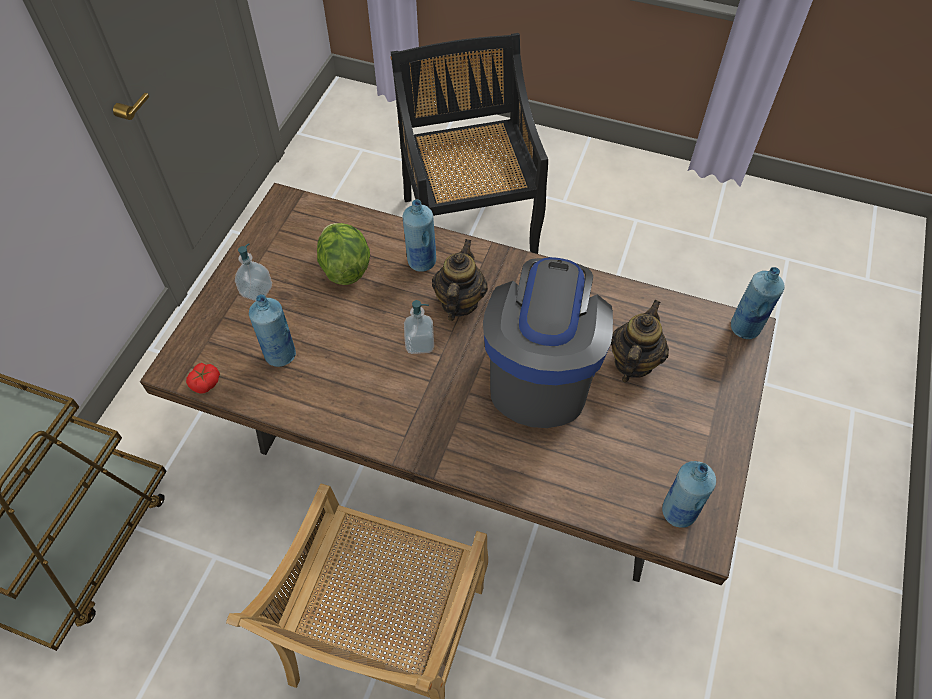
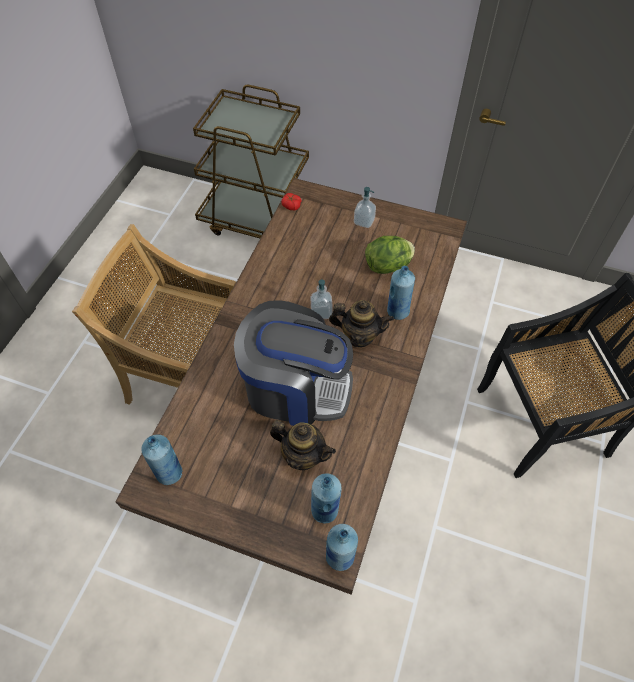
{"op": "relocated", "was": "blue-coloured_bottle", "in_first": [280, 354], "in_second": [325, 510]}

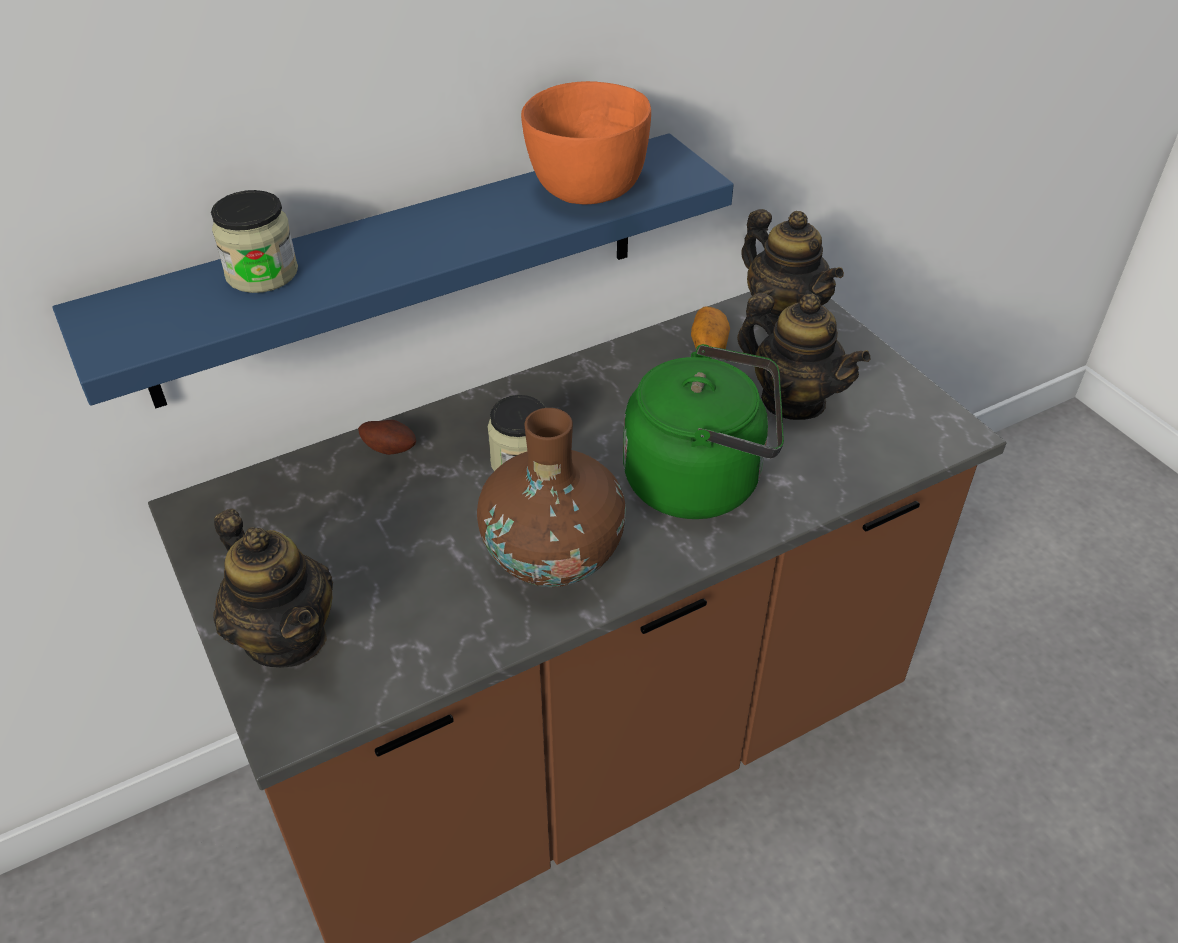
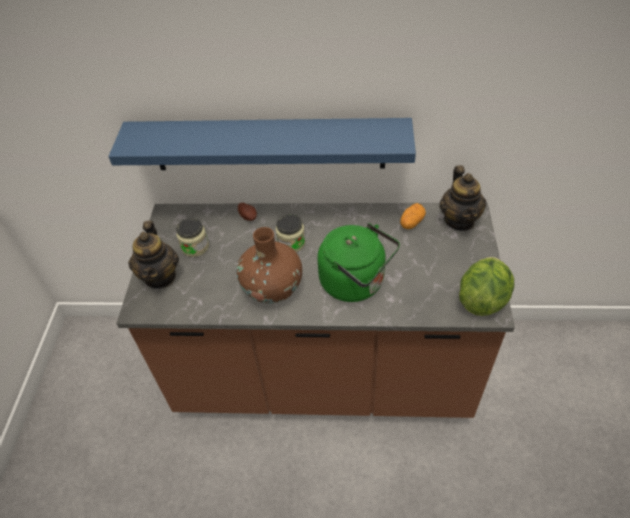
{"op": "relocated", "was": "jar", "in_first": [262, 273], "in_second": [195, 247]}
{"op": "missing", "was": "orange_bowl", "in_first": [585, 188]}
{"op": "missing", "was": "pot_for_tea", "in_first": [793, 400]}
{"op": "appeared", "now": "head_of_lettuce", "in_second": [482, 298]}

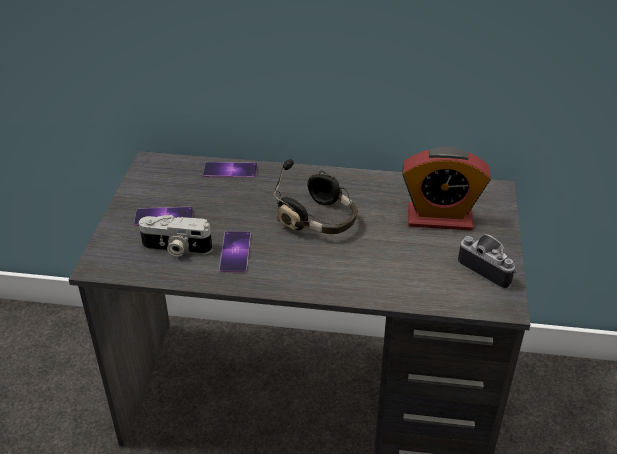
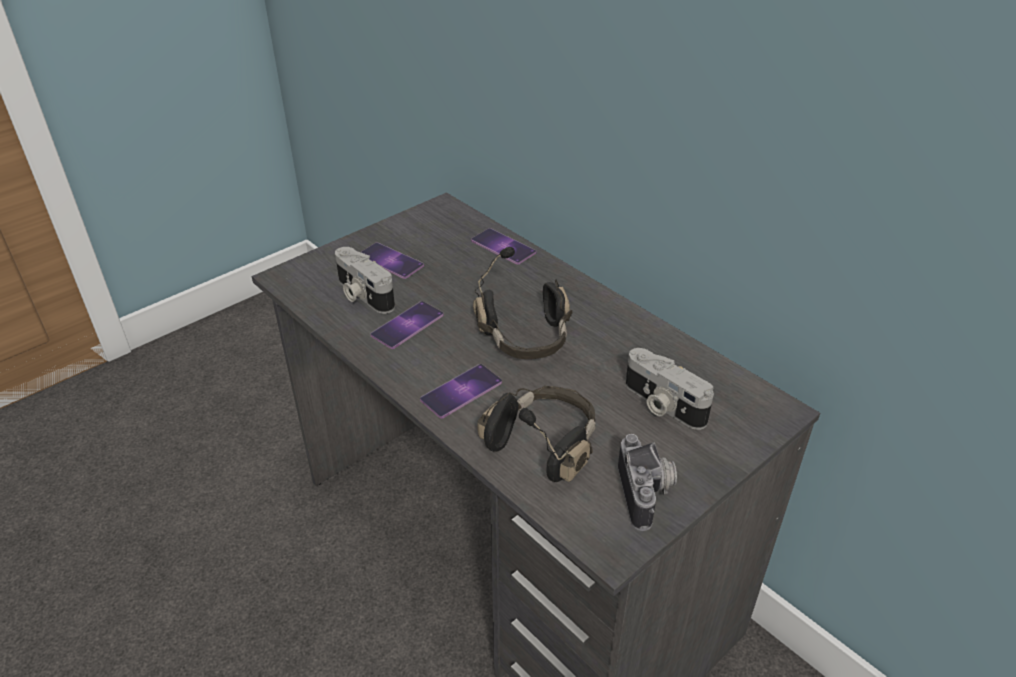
{"op": "exchanged", "was": "alarm_clock", "now": "still_camera", "in_first": [439, 218], "in_second": [662, 405]}
{"op": "appeared", "now": "phone", "in_second": [461, 391]}
{"op": "appeared", "now": "black-coloured_headset", "in_second": [544, 444]}

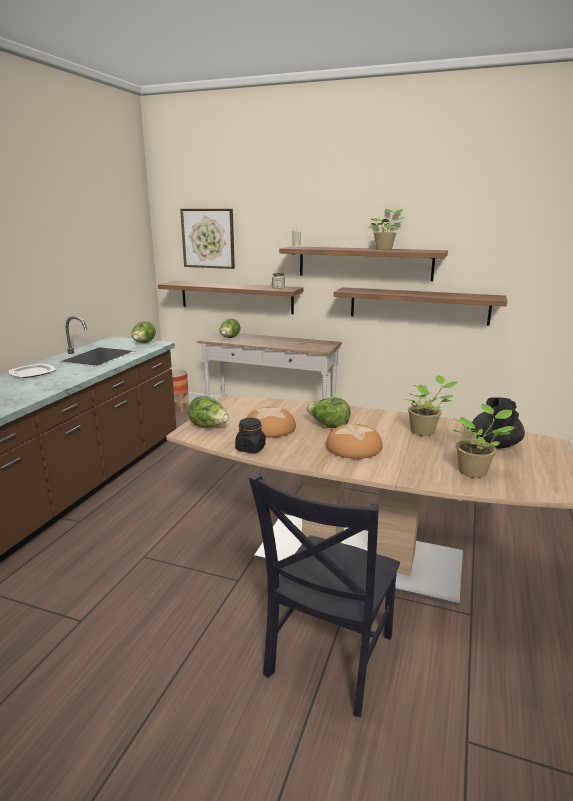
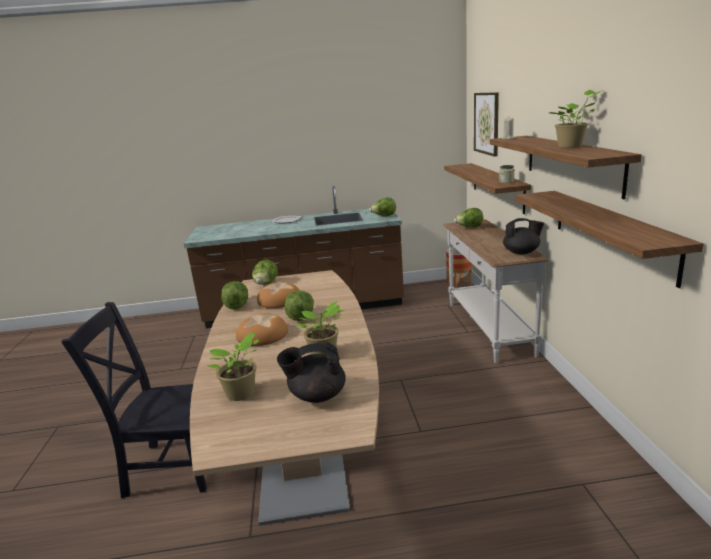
{"op": "exchanged", "was": "black-coloured_jar", "now": "head_of_lettuce", "in_first": [250, 448], "in_second": [237, 305]}
{"op": "appeared", "now": "black-coloured_pot_for_tea", "in_second": [522, 252]}

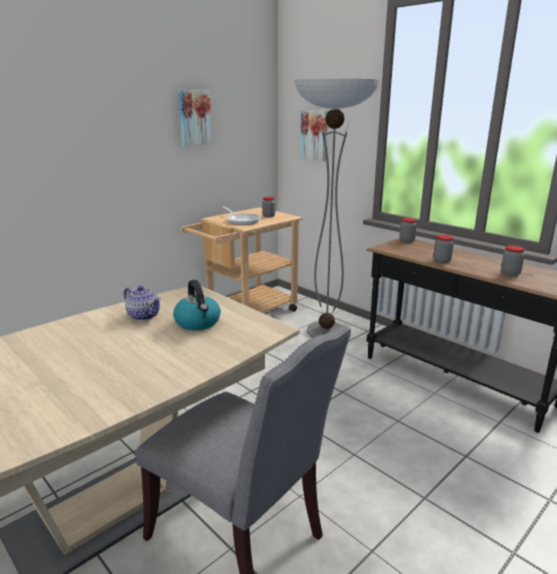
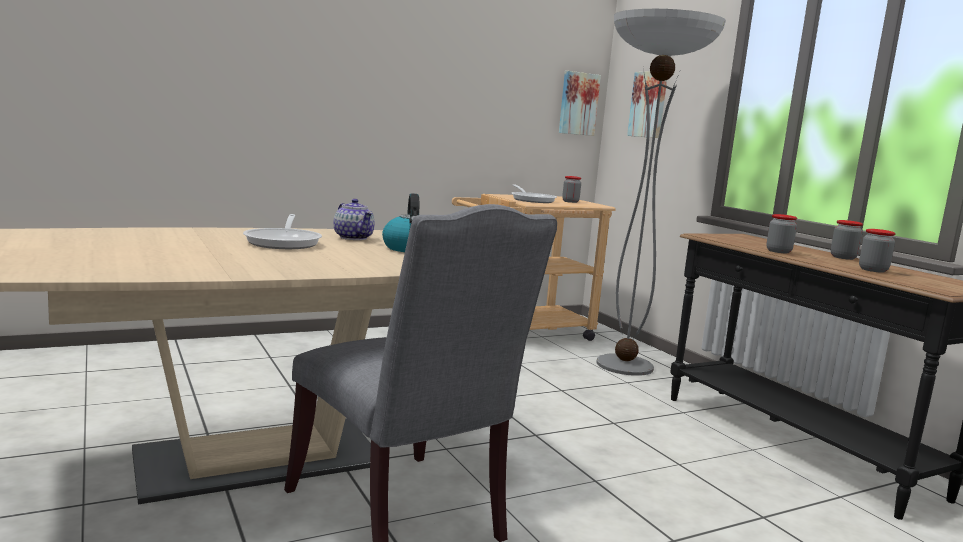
{"op": "relocated", "was": "picture", "in_first": [194, 117], "in_second": [578, 103]}
{"op": "relocated", "was": "jar", "in_first": [406, 241], "in_second": [843, 257]}
{"op": "appeared", "now": "pan", "in_second": [284, 242]}

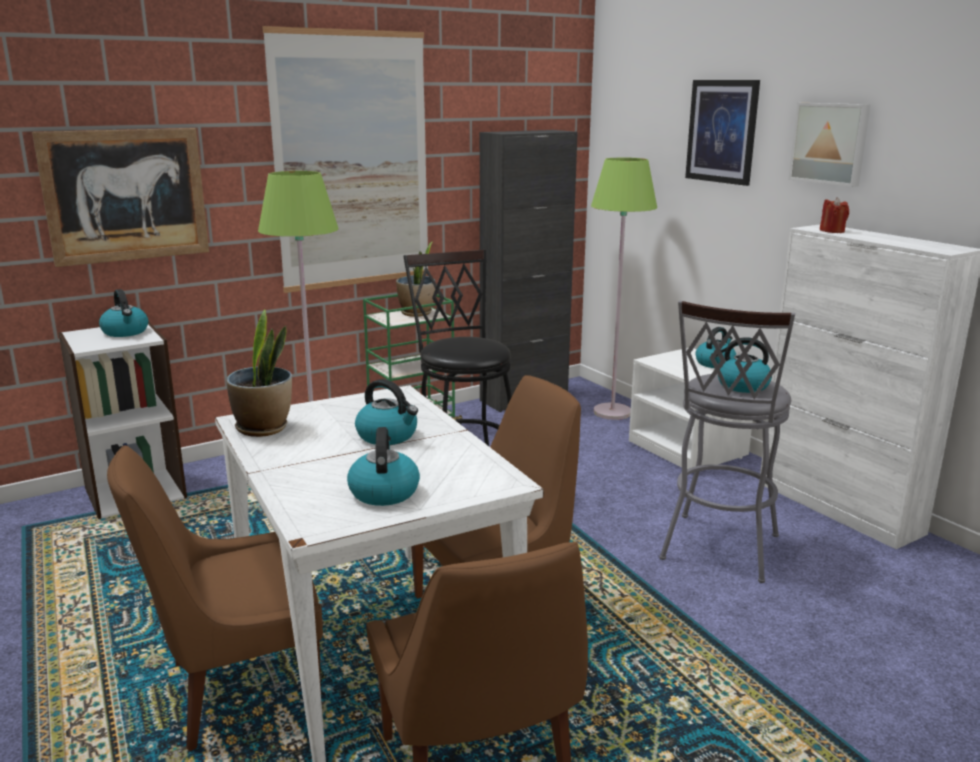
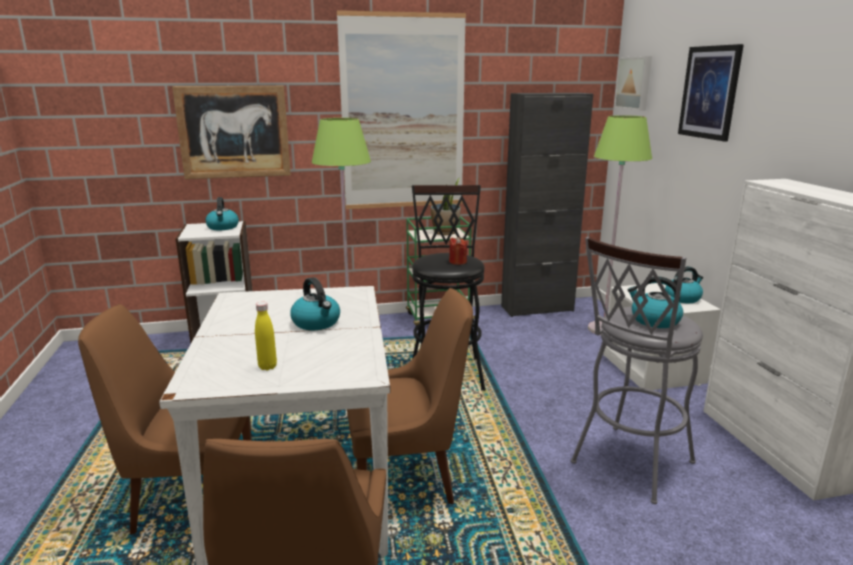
{"op": "missing", "was": "plant_in_a_pot", "in_first": [263, 428]}
{"op": "exchanged", "was": "kettle", "now": "yellow_bottle", "in_first": [383, 492], "in_second": [267, 367]}
{"op": "relocated", "was": "picture", "in_first": [830, 143], "in_second": [634, 83]}
{"op": "relocated", "was": "reddish_candle", "in_first": [832, 231], "in_second": [457, 262]}

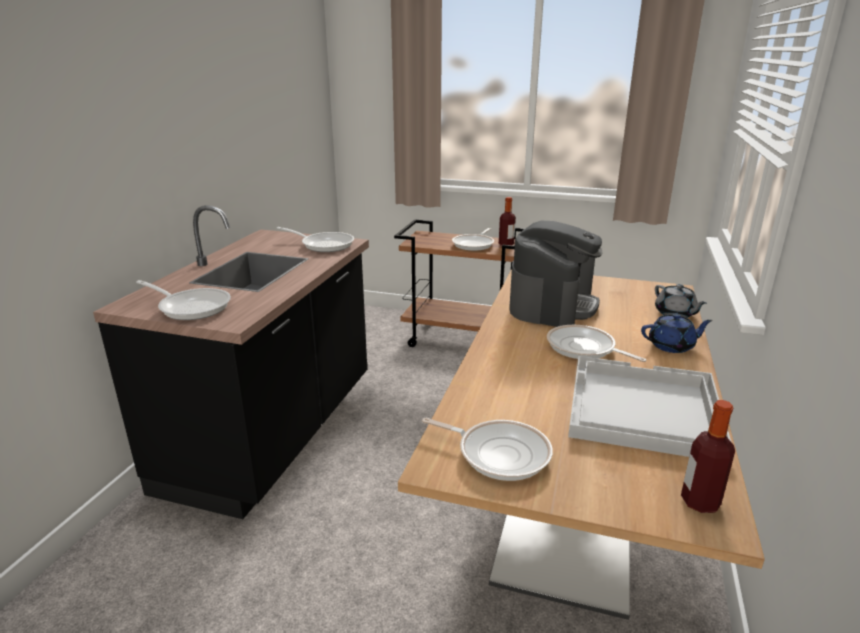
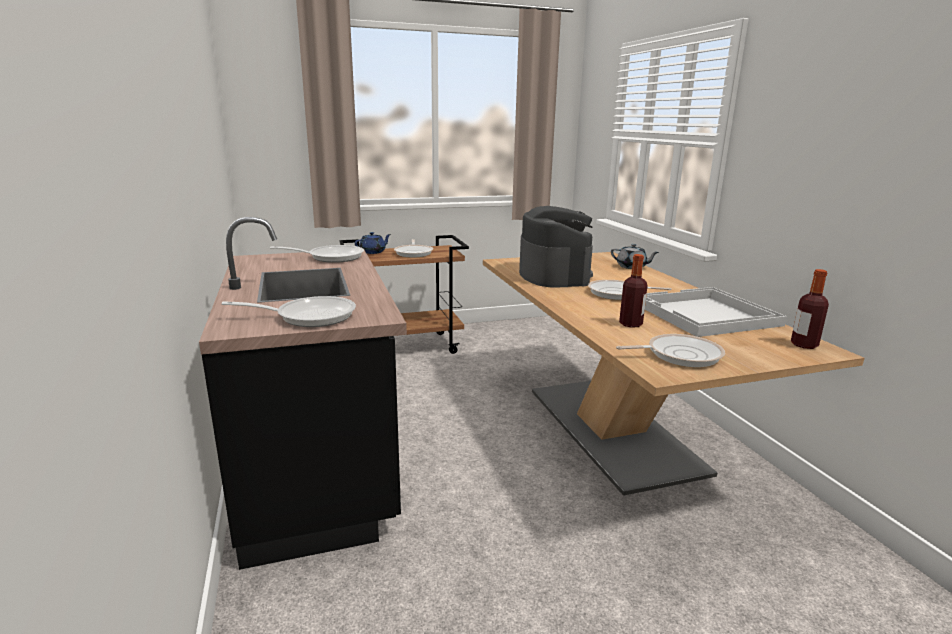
{"op": "relocated", "was": "bottle", "in_first": [506, 245], "in_second": [630, 324]}
{"op": "relocated", "was": "blue-coloured_pot_for_tea", "in_first": [672, 346], "in_second": [373, 252]}

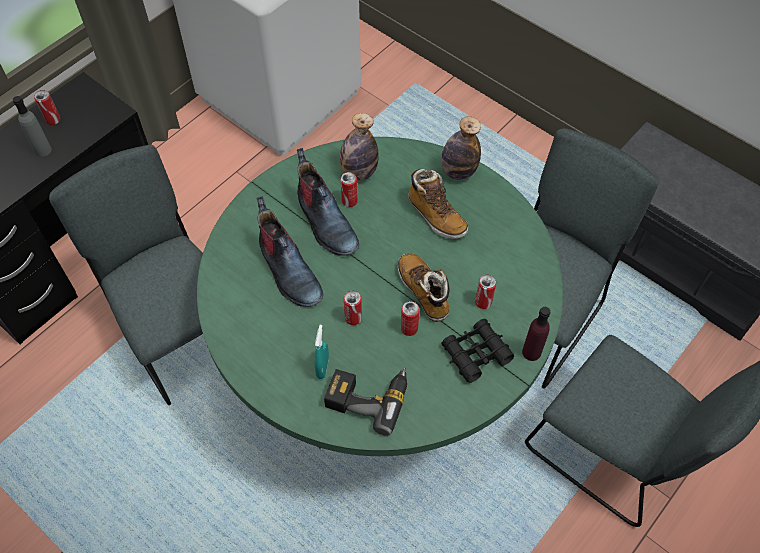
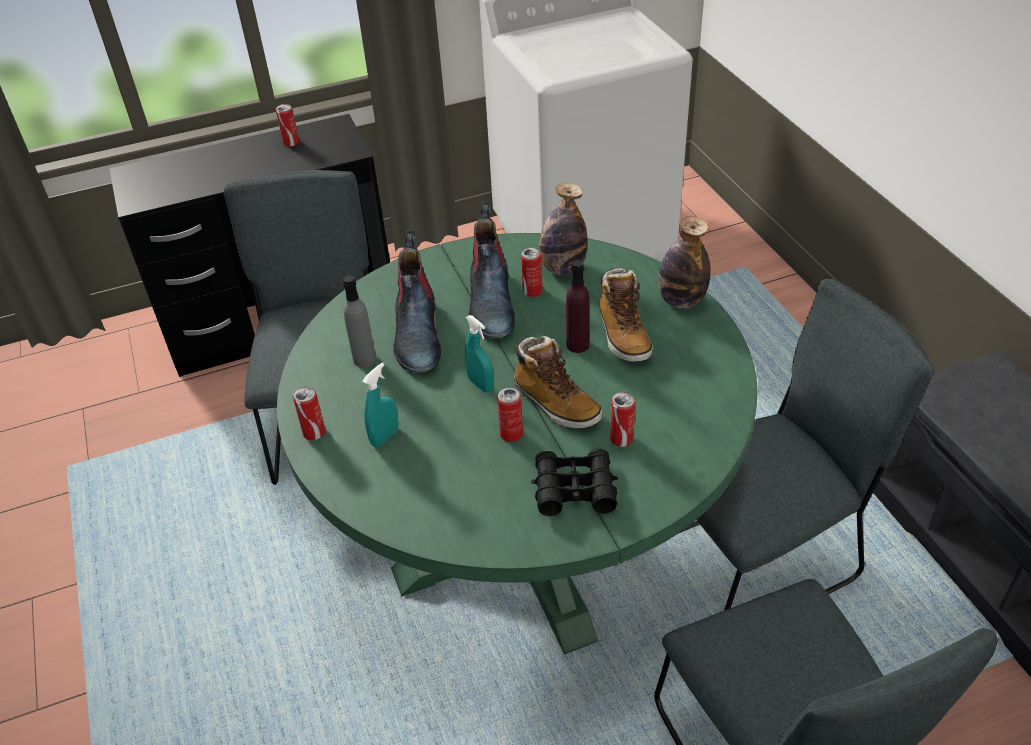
{"op": "relocated", "was": "greyish_bottle", "in_first": [43, 150], "in_second": [364, 359]}
{"op": "missing", "was": "power_drill", "in_first": [368, 396]}
{"op": "relocated", "was": "sealed_can", "in_first": [353, 318], "in_second": [314, 433]}
{"op": "spun", "was": "tall_boot", "in_first": [423, 291], "in_second": [555, 403], "clockwise": 135}
{"op": "relocated", "was": "purplish_bottle", "in_first": [531, 352], "in_second": [577, 345]}
{"op": "appeared", "now": "blue-green_sprayer", "in_second": [480, 384]}

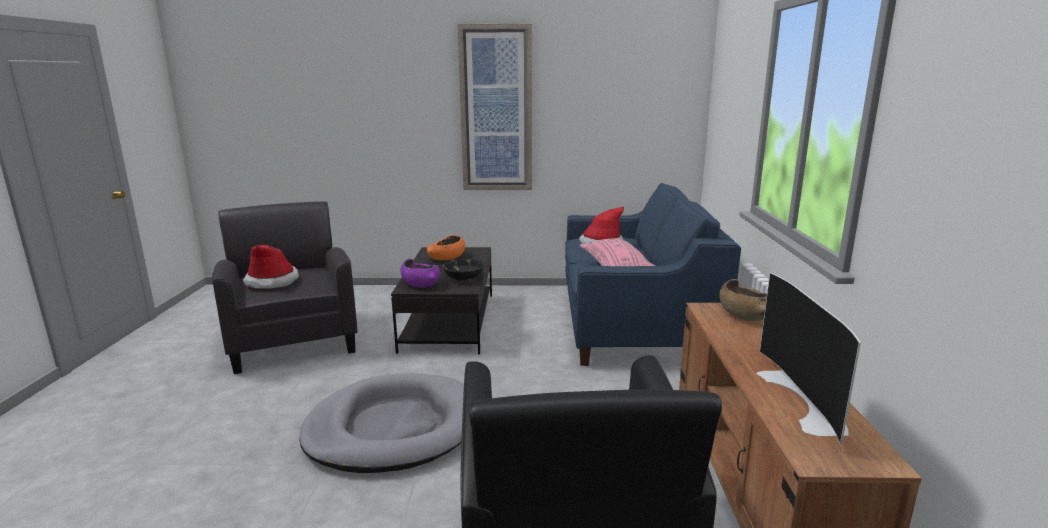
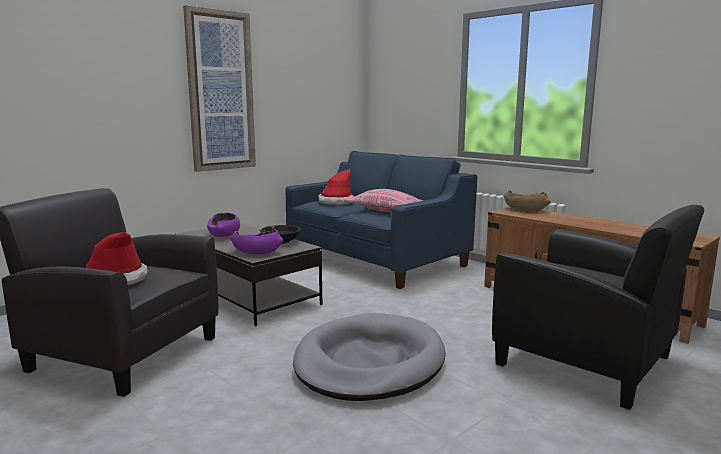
{"op": "colour", "was": "orange_bowl", "now": "purplish_bowl", "in_first": [447, 258], "in_second": [224, 235]}
{"op": "missing", "was": "TV", "in_first": [805, 400]}

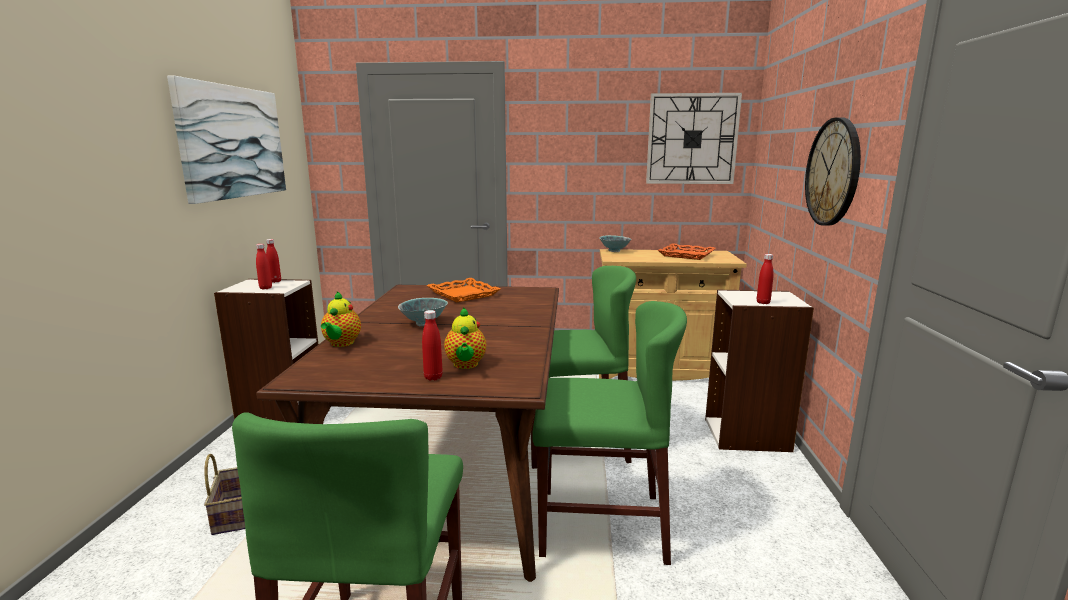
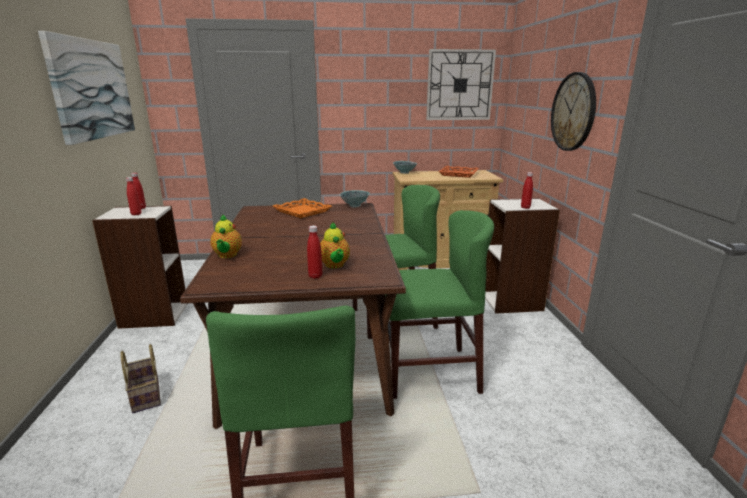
{"op": "relocated", "was": "bowl", "in_first": [424, 323], "in_second": [355, 206]}

